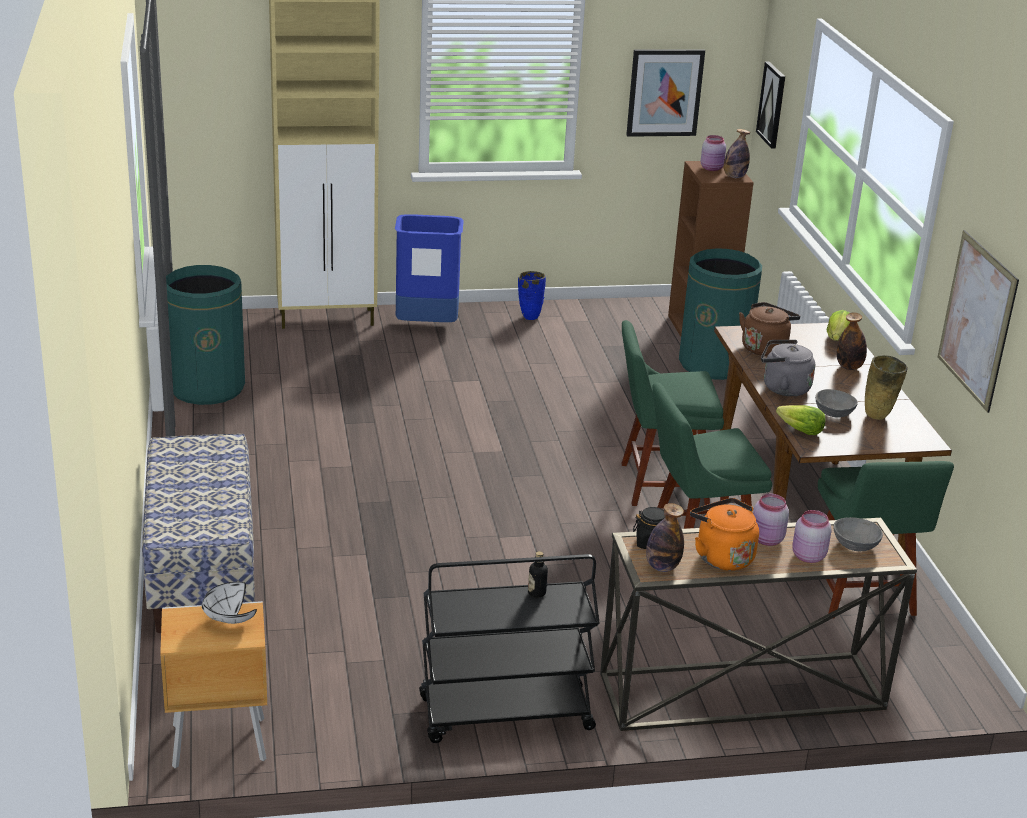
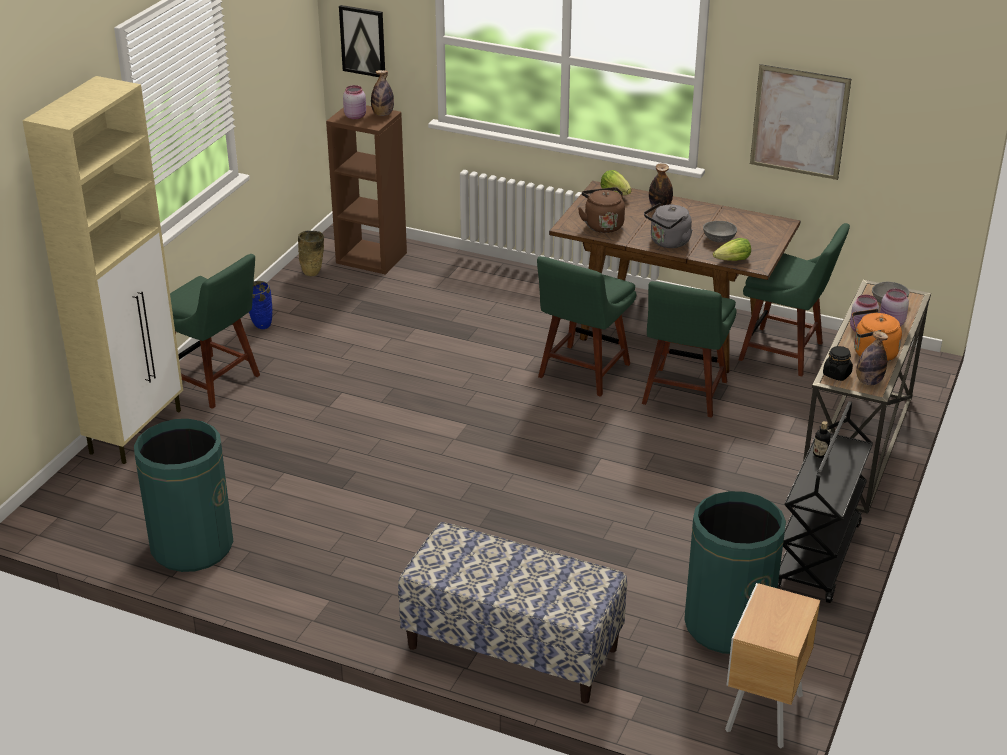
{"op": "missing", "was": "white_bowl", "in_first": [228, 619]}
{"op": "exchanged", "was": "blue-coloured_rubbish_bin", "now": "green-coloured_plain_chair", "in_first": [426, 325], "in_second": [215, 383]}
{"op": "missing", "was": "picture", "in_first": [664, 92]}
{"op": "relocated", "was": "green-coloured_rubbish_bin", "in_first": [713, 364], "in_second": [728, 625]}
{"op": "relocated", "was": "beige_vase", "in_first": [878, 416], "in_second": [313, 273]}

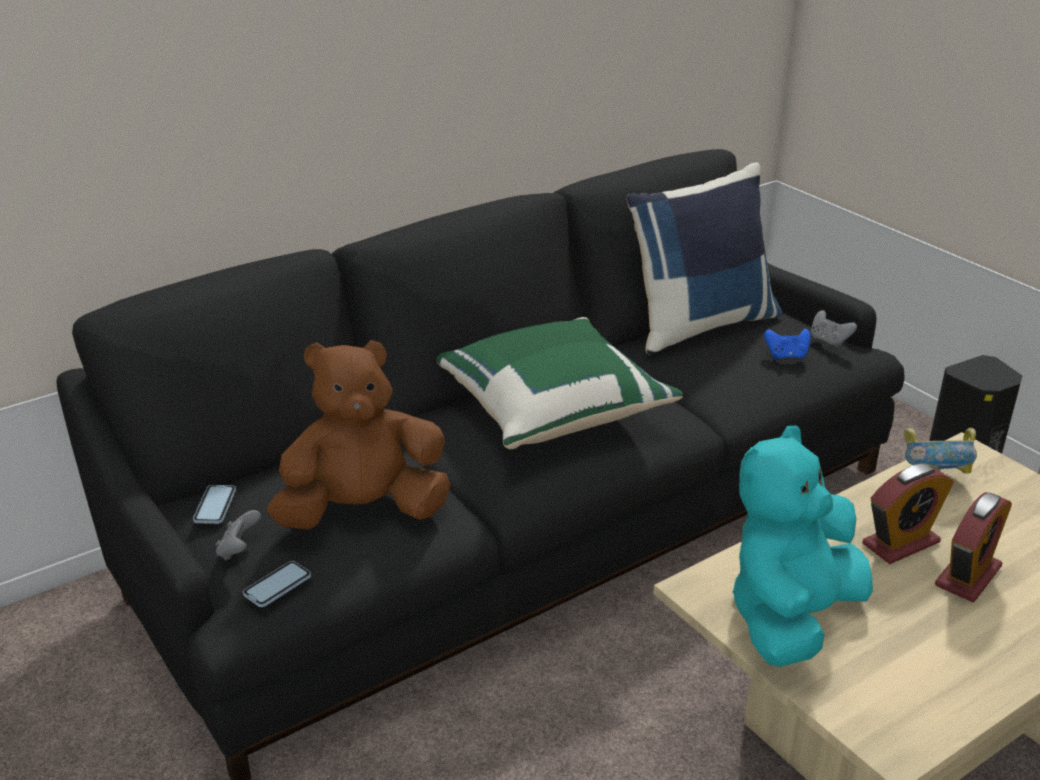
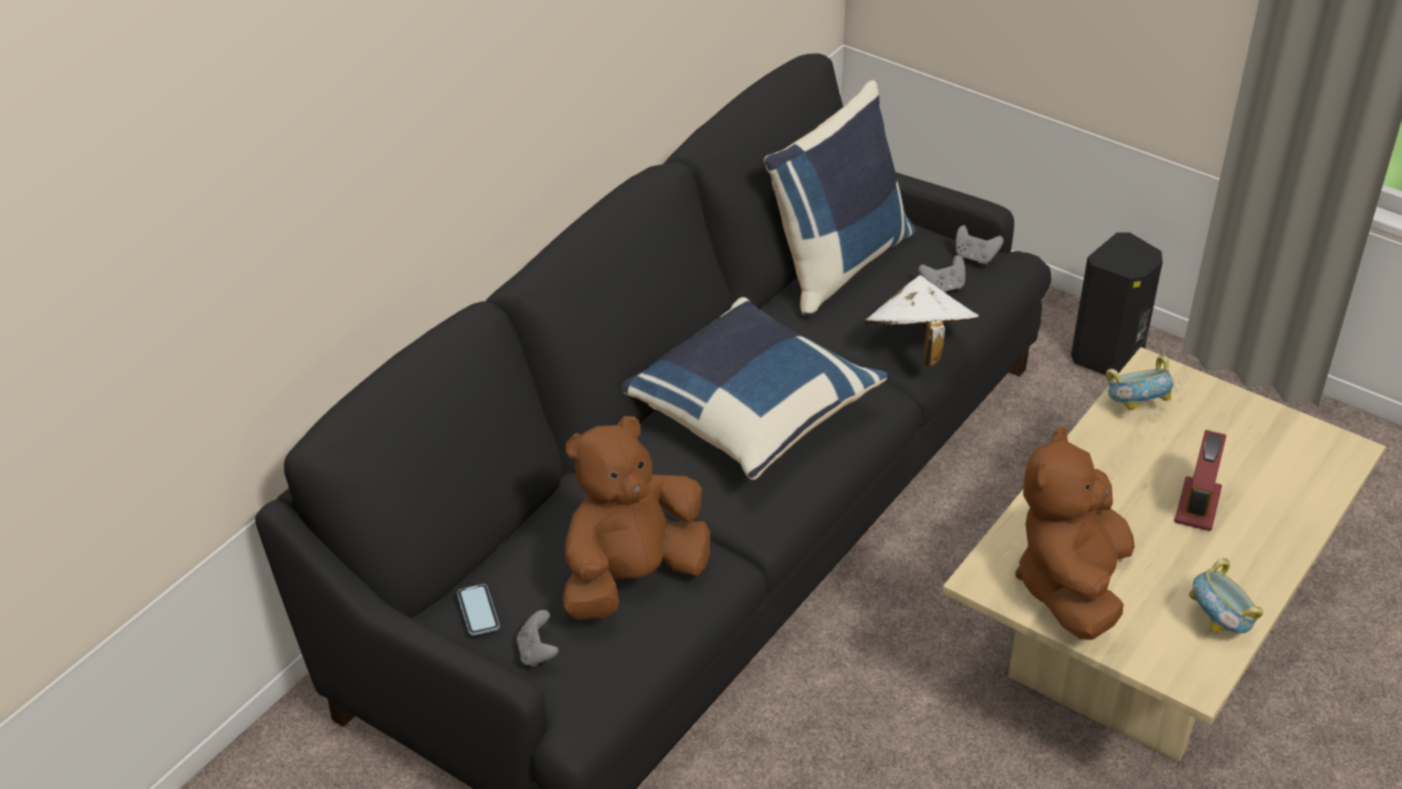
{"op": "missing", "was": "phone", "in_first": [277, 585]}
{"op": "colour", "was": "green-coloured_pillow", "now": "blue-coloured_pillow", "in_first": [552, 411], "in_second": [749, 414]}
{"op": "colour", "was": "blue-green_plush_toy", "now": "brown-coloured_plush_toy", "in_first": [791, 617], "in_second": [1071, 586]}
{"op": "colour", "was": "blue-coloured_game_controller", "now": "greyish_game_controller", "in_first": [786, 356], "in_second": [943, 287]}
{"op": "missing", "was": "alarm_clock", "in_first": [900, 543]}
{"op": "appeared", "now": "white_hat", "in_second": [918, 347]}
{"op": "appeared", "now": "bowl", "in_second": [1219, 624]}

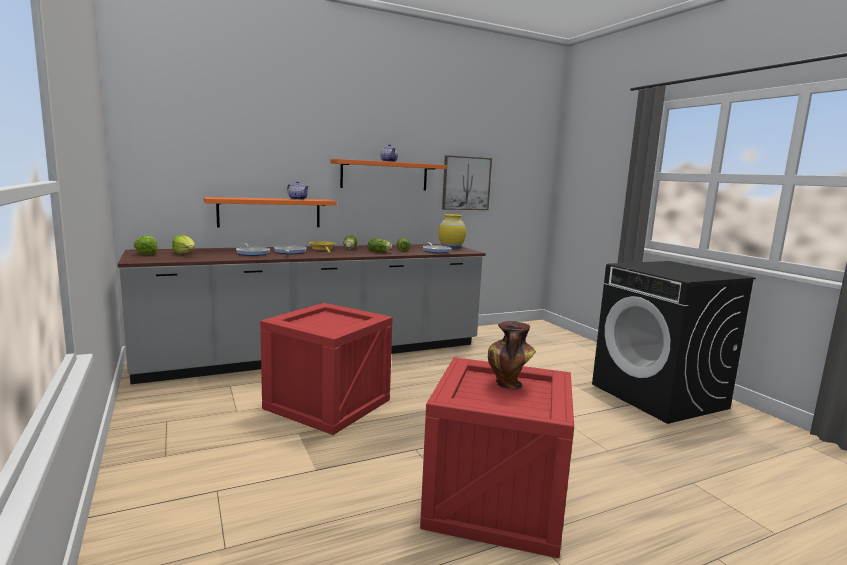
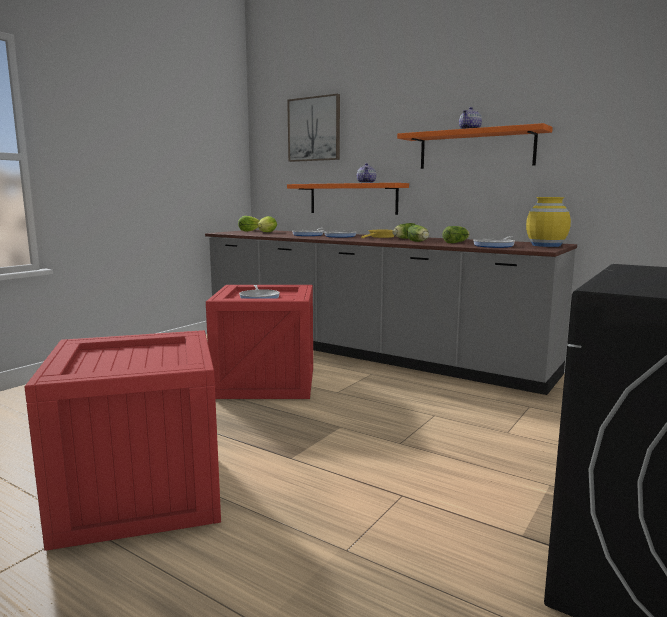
{"op": "relocated", "was": "picture", "in_first": [466, 183], "in_second": [314, 129]}
{"op": "missing", "was": "vase", "in_first": [508, 384]}
{"op": "appeared", "now": "pan", "in_second": [259, 297]}

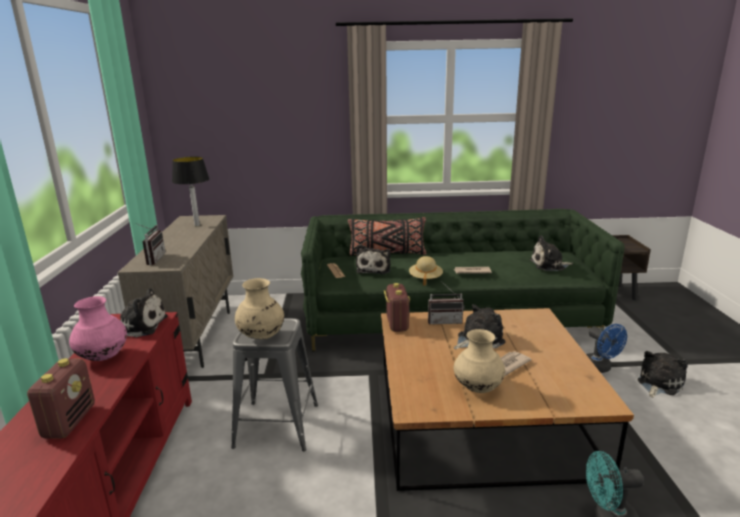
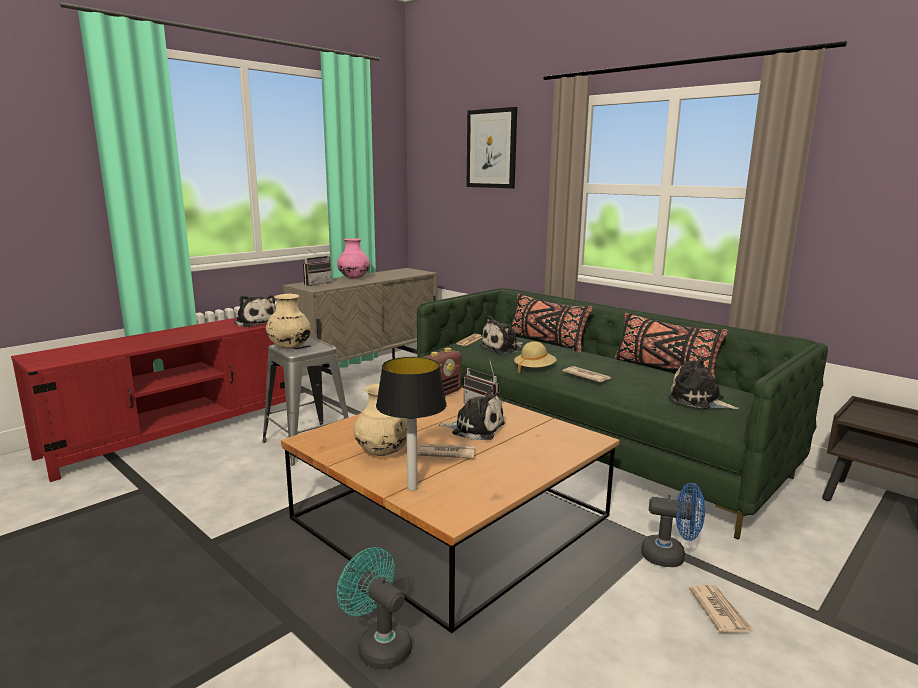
{"op": "missing", "was": "radio", "in_first": [69, 421]}
{"op": "relocated", "was": "pink-coloured_vase", "in_first": [103, 357], "in_second": [354, 278]}
{"op": "relocated", "was": "table_lamp", "in_first": [197, 225], "in_second": [411, 488]}
{"op": "spun", "was": "blue-coloured_electric_fan", "in_first": [600, 368], "in_second": [670, 556], "clockwise": -90}
{"op": "exchanged", "was": "plush_toy", "now": "printed_paper", "in_first": [658, 383], "in_second": [719, 611]}
{"op": "appeared", "now": "picture", "in_second": [491, 149]}
{"op": "appeared", "now": "black-coloured_pillow", "in_second": [664, 369]}

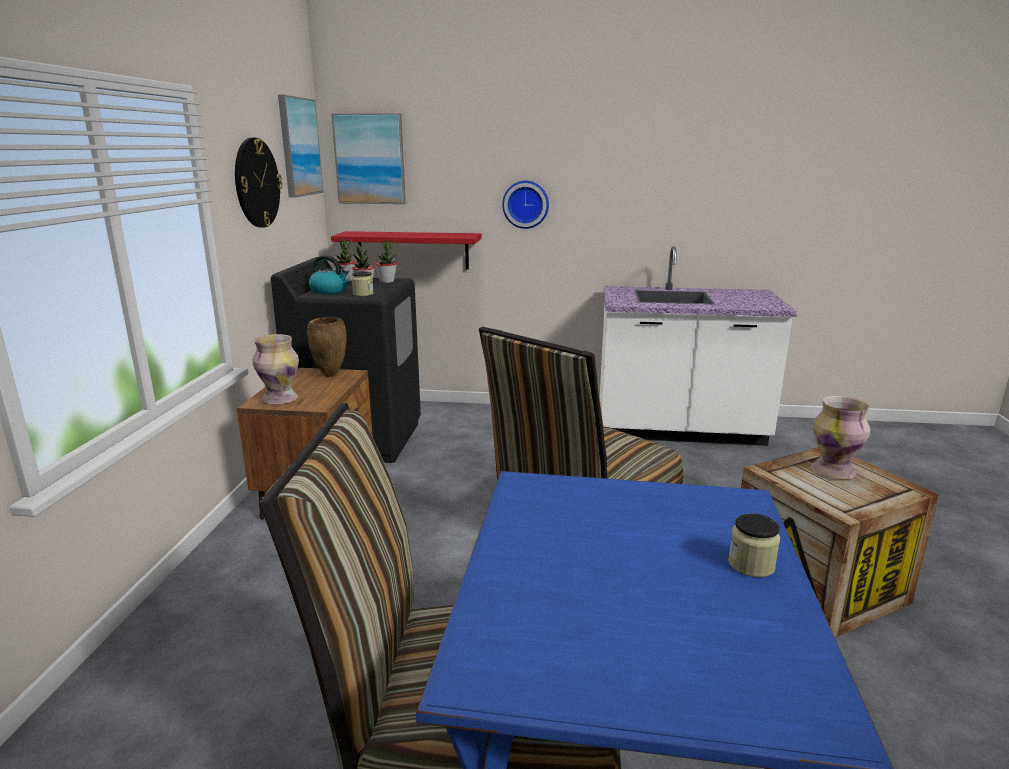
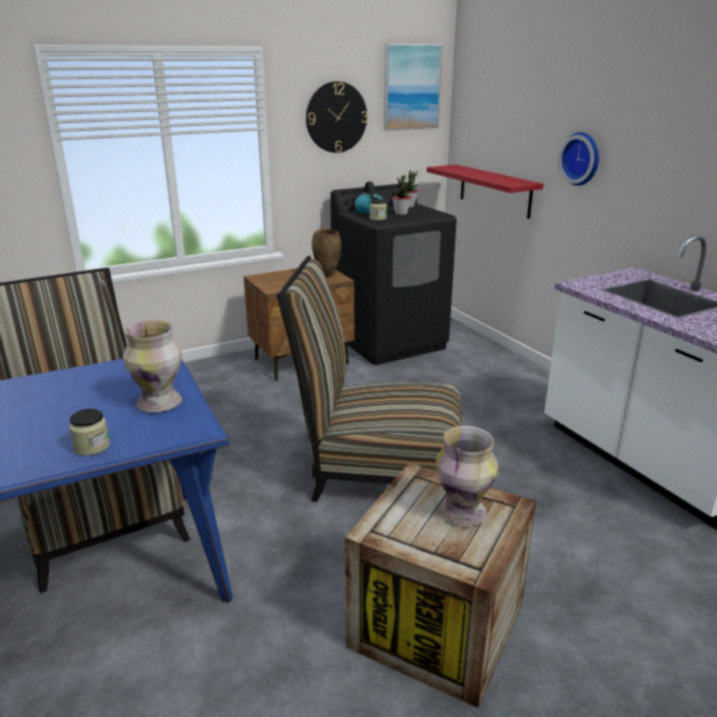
{"op": "relocated", "was": "vase", "in_first": [281, 399], "in_second": [160, 403]}
{"op": "missing", "was": "picture", "in_first": [370, 159]}
{"op": "missing", "was": "plant_in_a_pot", "in_first": [387, 281]}

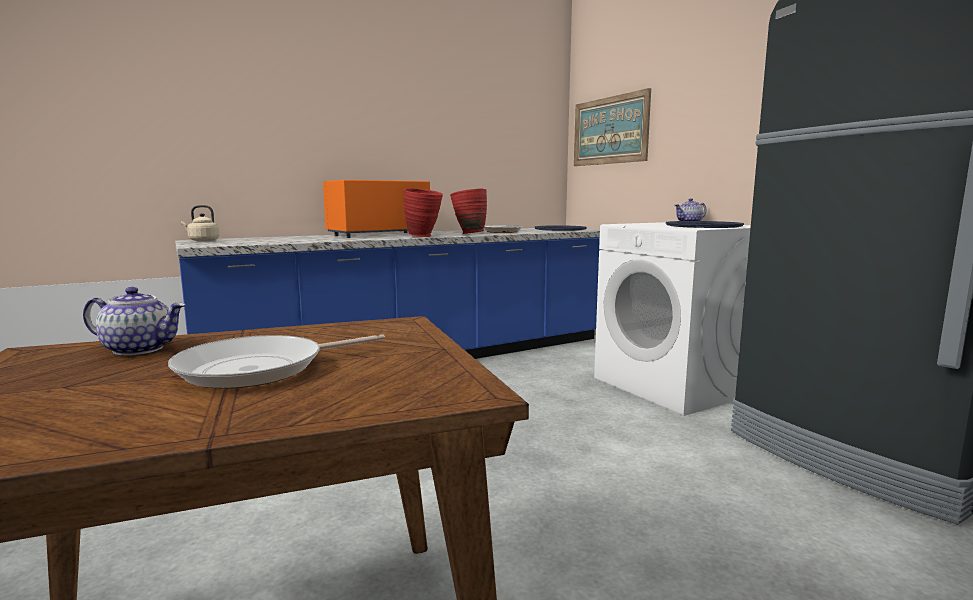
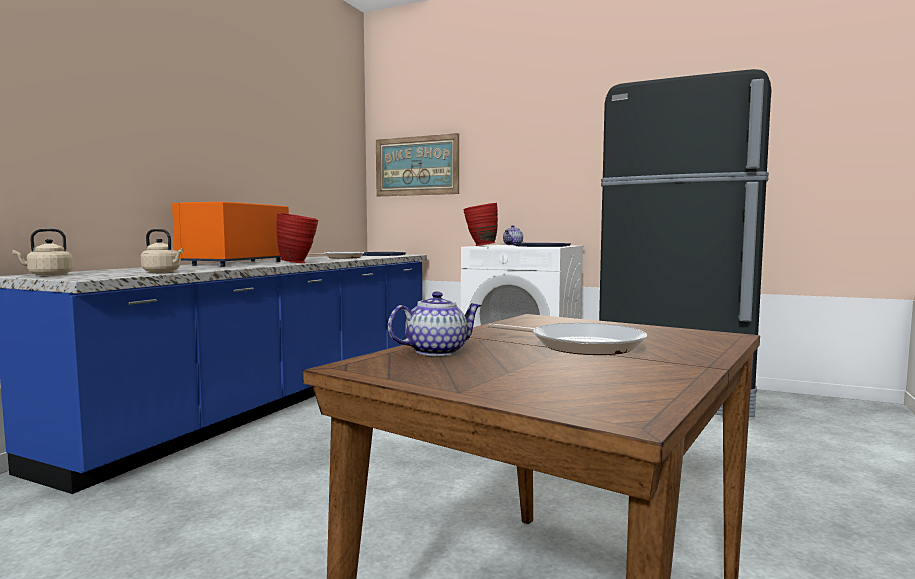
{"op": "spun", "was": "pan", "in_first": [260, 369], "in_second": [580, 345], "clockwise": -75}
{"op": "relocated", "was": "reddish_vase", "in_first": [468, 234], "in_second": [480, 246]}
{"op": "appeared", "now": "beige_kettle", "in_second": [163, 272]}

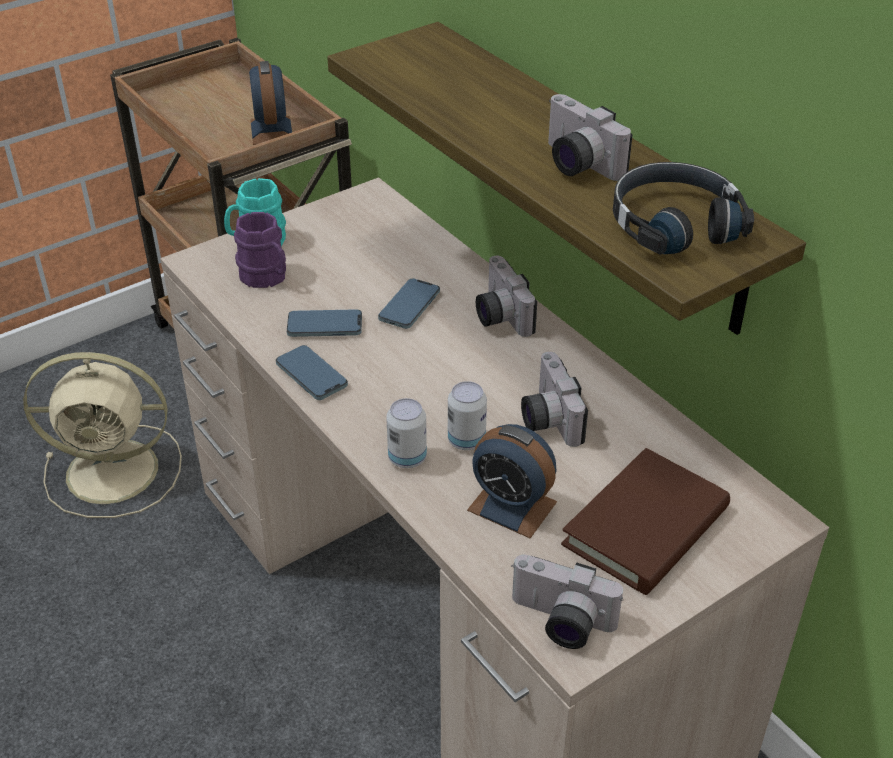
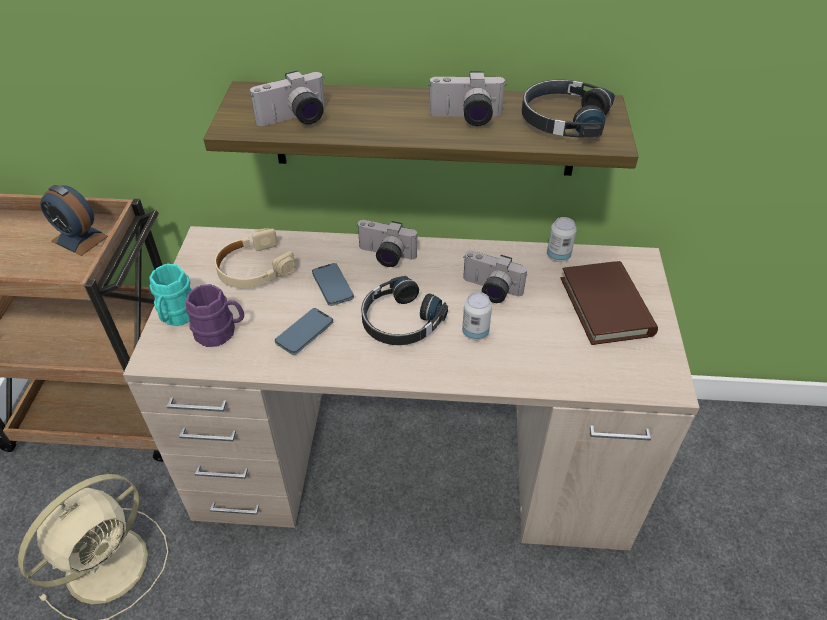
{"op": "missing", "was": "phone", "in_first": [311, 376]}
{"op": "relocated", "was": "sealed_can", "in_first": [407, 458], "in_second": [558, 256]}
{"op": "missing", "was": "alarm_clock", "in_first": [512, 506]}
{"op": "relocated", "was": "still_camera", "in_first": [559, 623], "in_second": [295, 120]}
{"op": "appeared", "now": "beige_headset", "in_second": [254, 268]}
{"op": "appeared", "now": "black-coloured_headset", "in_second": [400, 321]}

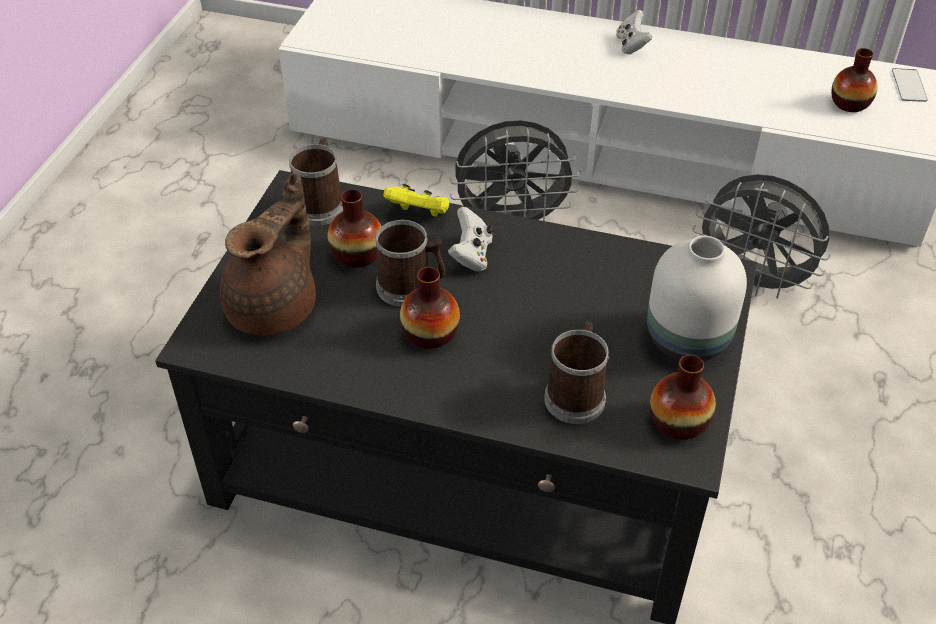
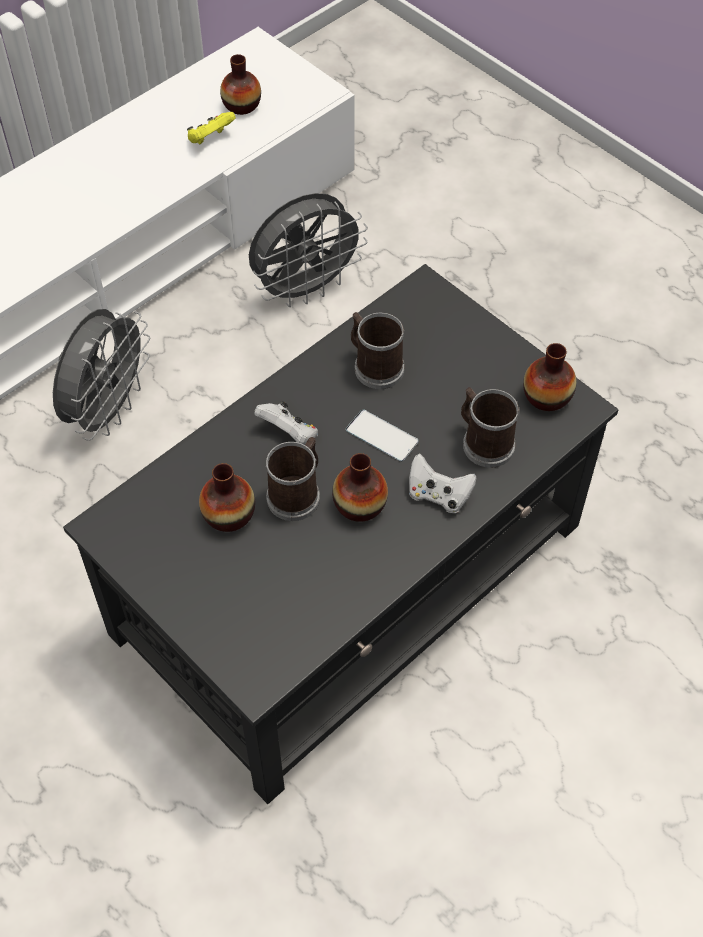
{"op": "missing", "was": "brown-coloured_pot_for_tea", "in_first": [276, 306]}
{"op": "relocated", "was": "tea_mug", "in_first": [321, 204], "in_second": [374, 366]}
{"op": "relocated", "was": "yellow_game_controller", "in_first": [419, 214], "in_second": [210, 139]}
{"op": "relocated", "was": "white_game_controller", "in_first": [631, 45], "in_second": [438, 495]}
{"op": "missing", "was": "white_vase", "in_first": [690, 338]}
{"op": "relocated", "was": "phone", "in_first": [909, 85], "in_second": [382, 436]}

